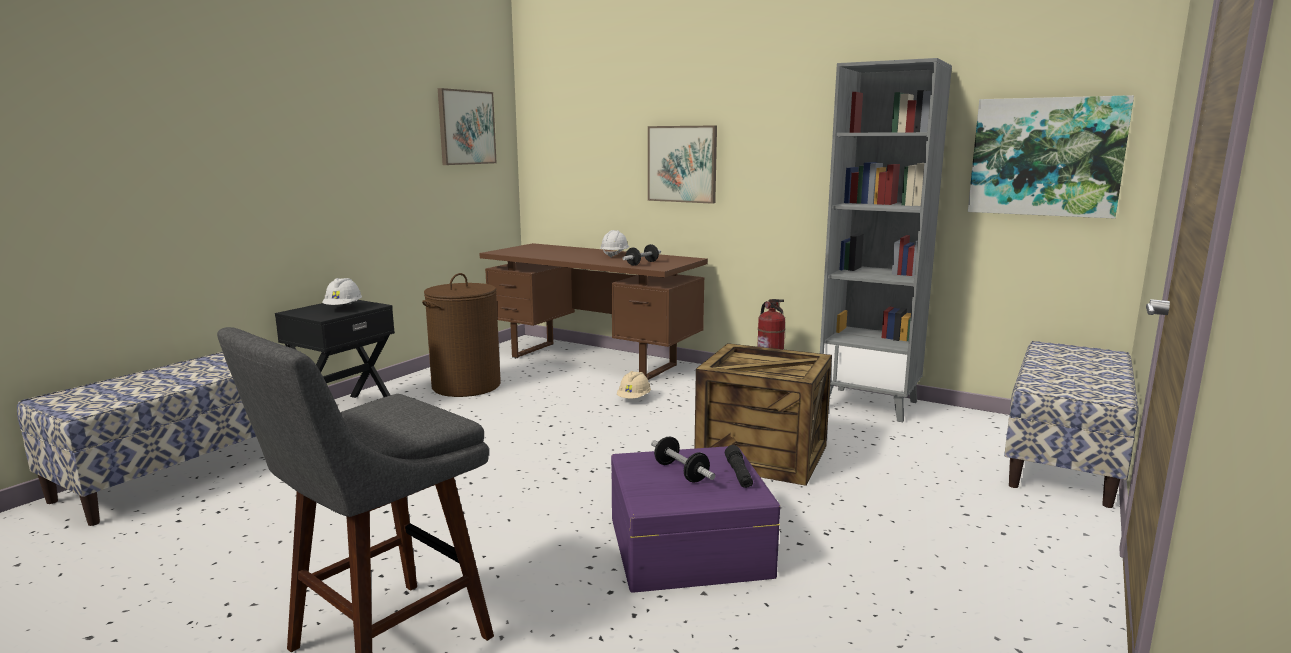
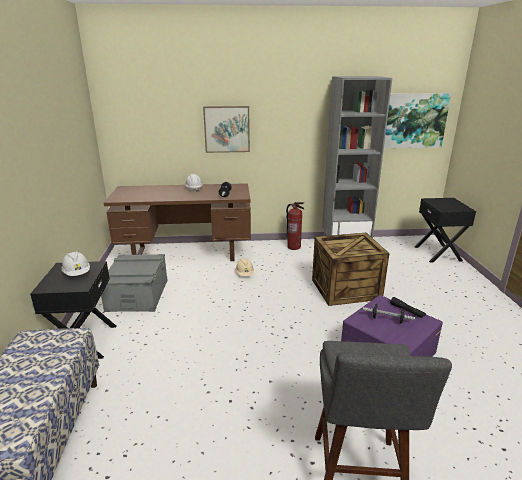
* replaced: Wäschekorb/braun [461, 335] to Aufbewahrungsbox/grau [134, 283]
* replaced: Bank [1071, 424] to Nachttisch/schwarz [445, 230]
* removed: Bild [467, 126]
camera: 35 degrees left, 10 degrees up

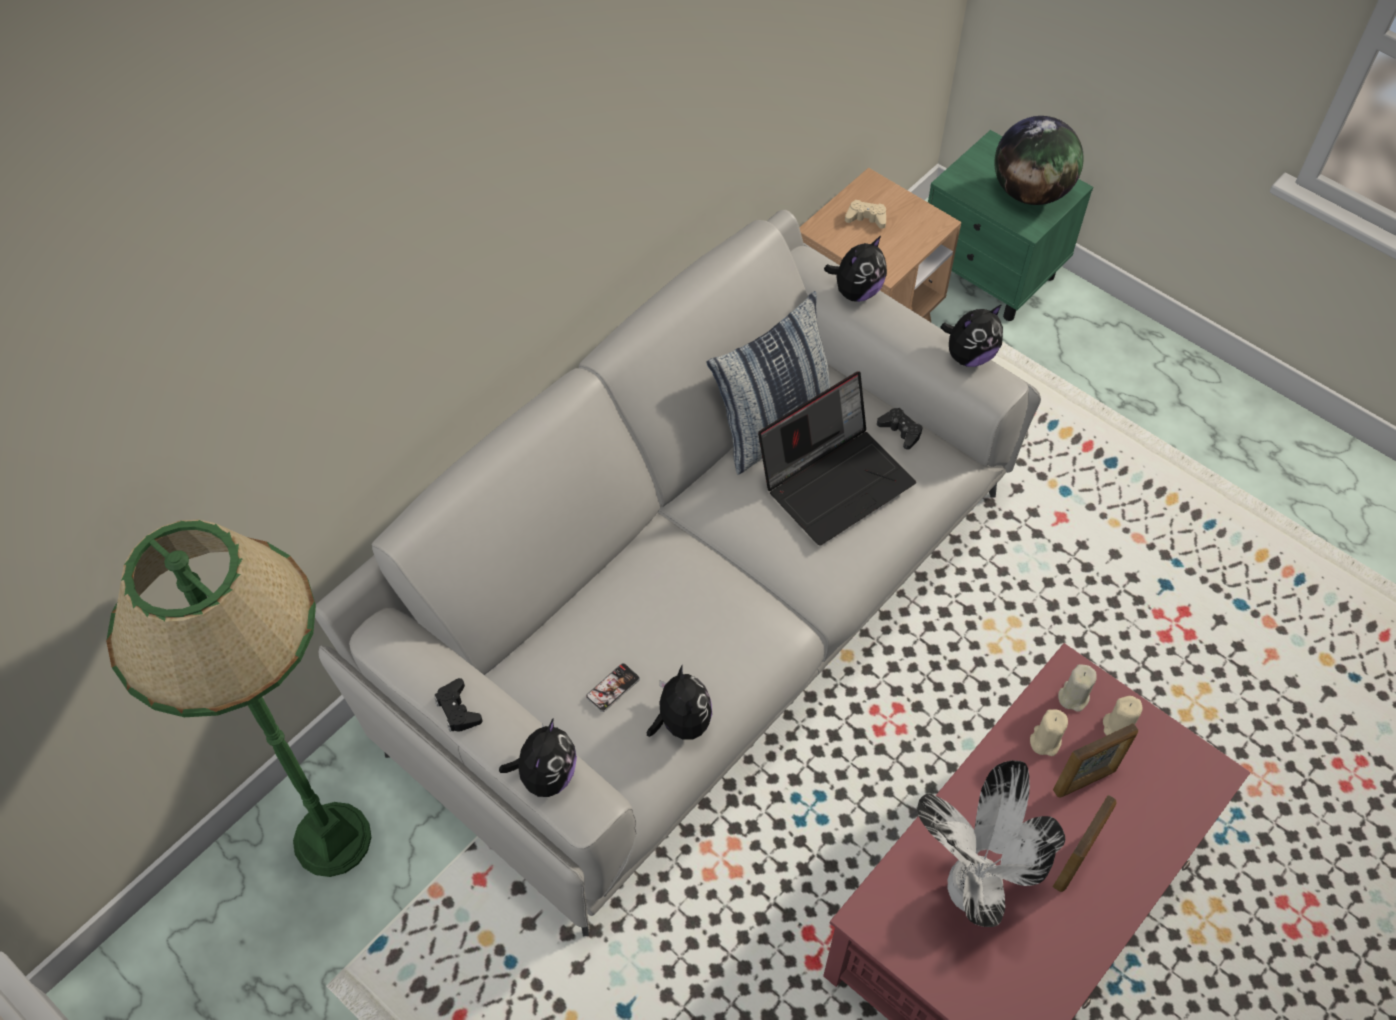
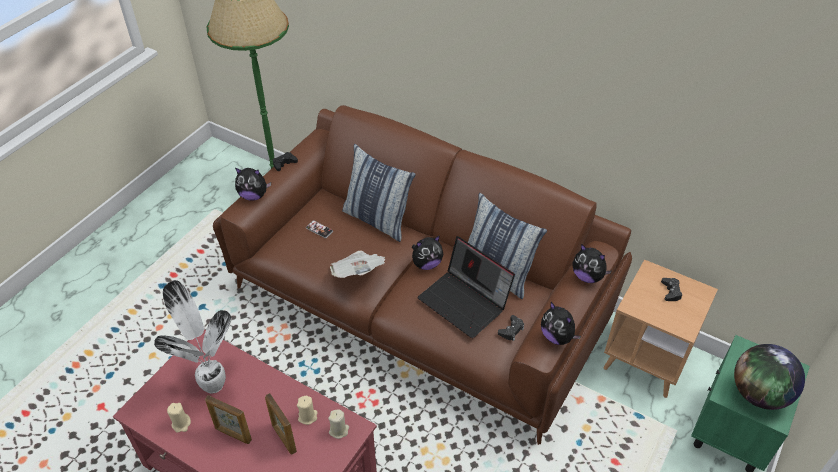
* moved: Kerze/beige [1122, 715] to [179, 418]
* recoloured: Sofa/grau [678, 573] to Sofa/braun [422, 275]
* added: Zeitung [357, 264]
* added: Kissen [379, 193]
* moved: Plüschtier [679, 703] to [427, 252]
* recoloured: Gamepad/beige [865, 214] to Gamepad/schwarz [671, 289]
camera: 80 degrees right, 10 degrees down

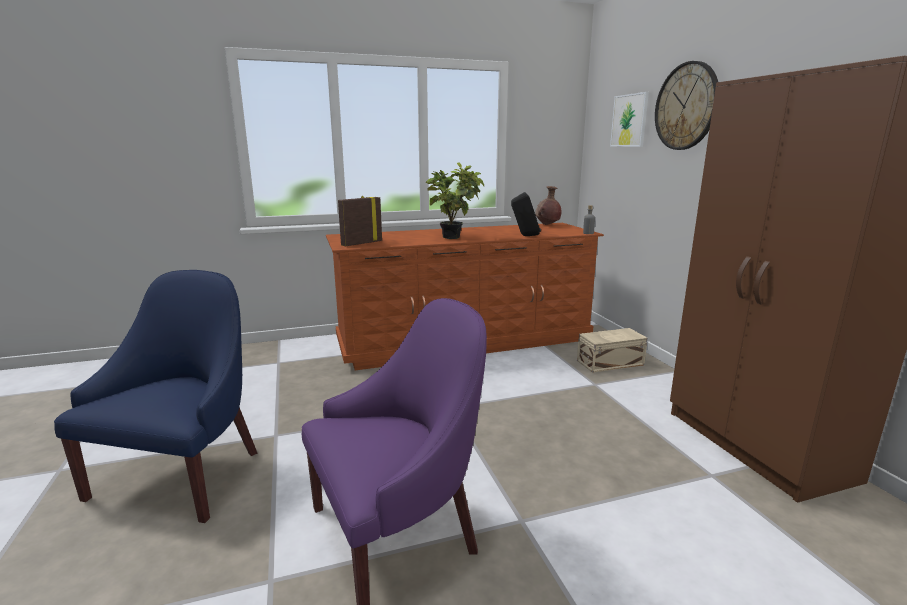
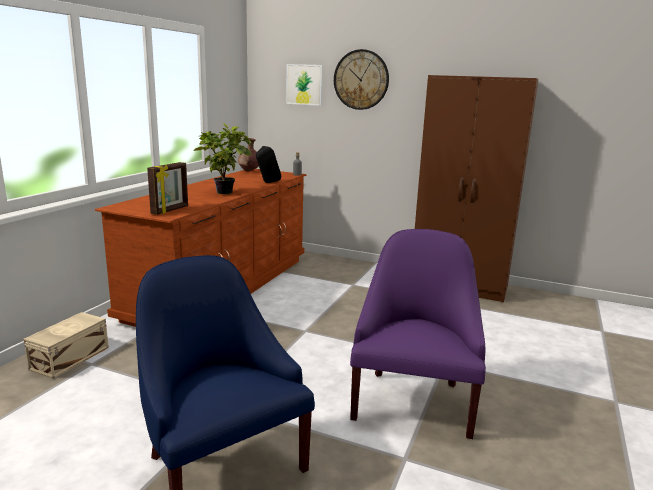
* moved: Aufbewahrungsbox/beige [612, 350] to [66, 345]
* turned: Bilderrahmen [360, 221] = [167, 188] 150 degrees counterclockwise
camera: 50 degrees left, 0 degrees up

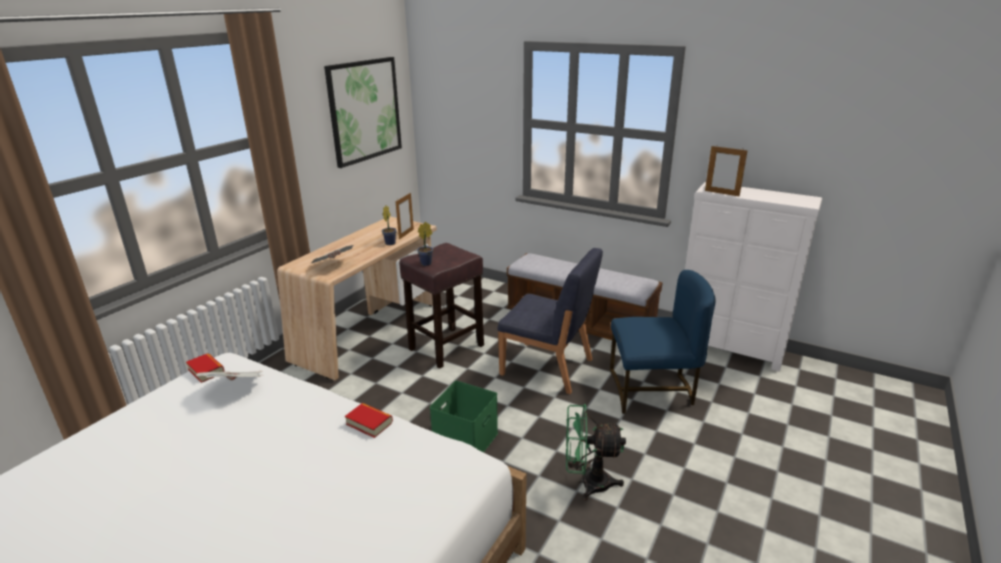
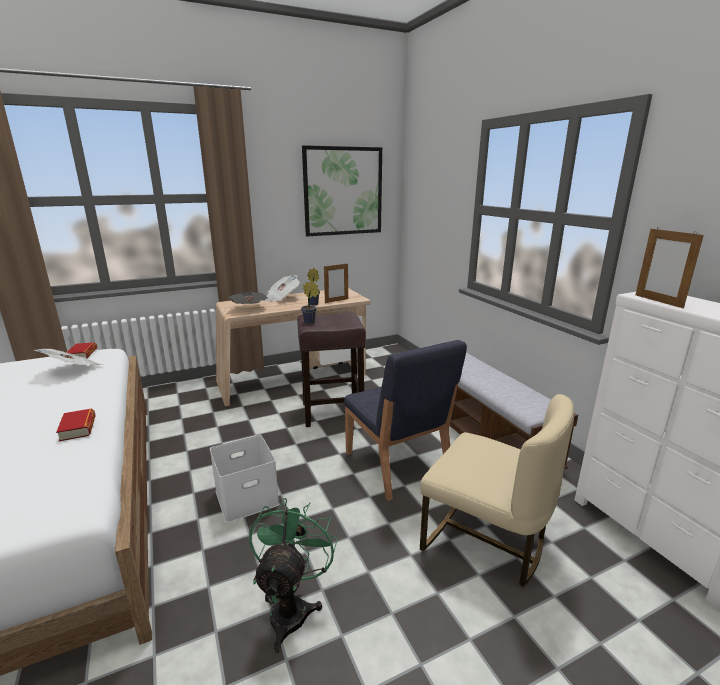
* recoloured: Aufbewahrungsbox/grün [464, 417] to Aufbewahrungsbox/weiß [244, 479]
* turned: Ventilator/grün [596, 452] = [293, 575] 60 degrees clockwise
* added: Zeitung [282, 288]
* recoloured: Stuhl/blau [663, 342] to Stuhl/beige [497, 490]
camera: 35 degrees right, 5 degrees down

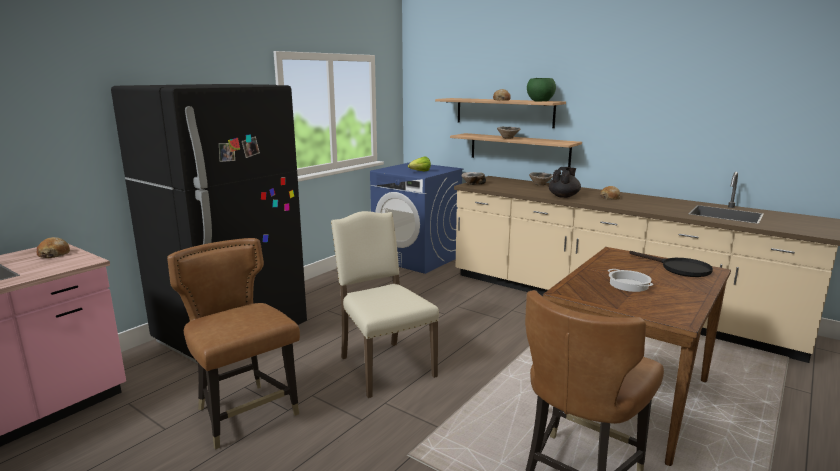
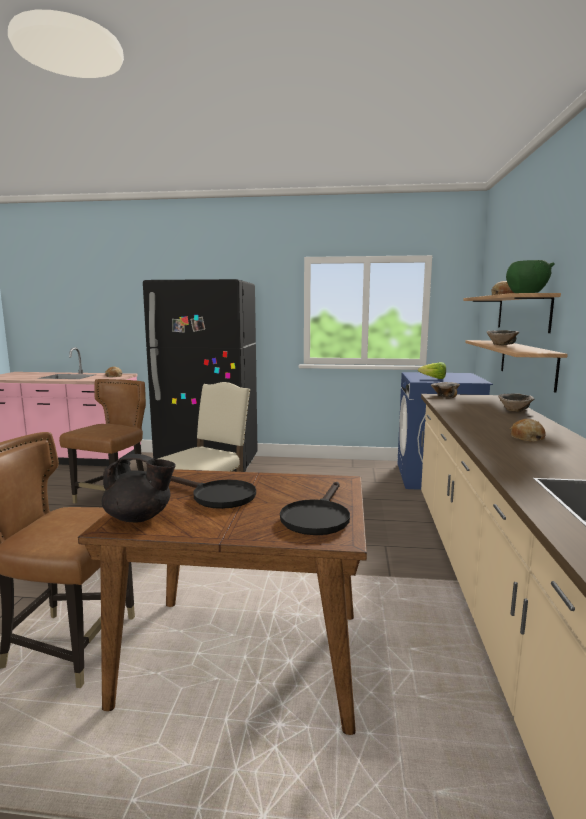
* moved: Teekanne/schwarz [565, 182] to [139, 488]
* replaced: Kochtopf [630, 280] to Pfanne/schwarz [213, 492]
camera: 60 degrees right, 5 degrees down

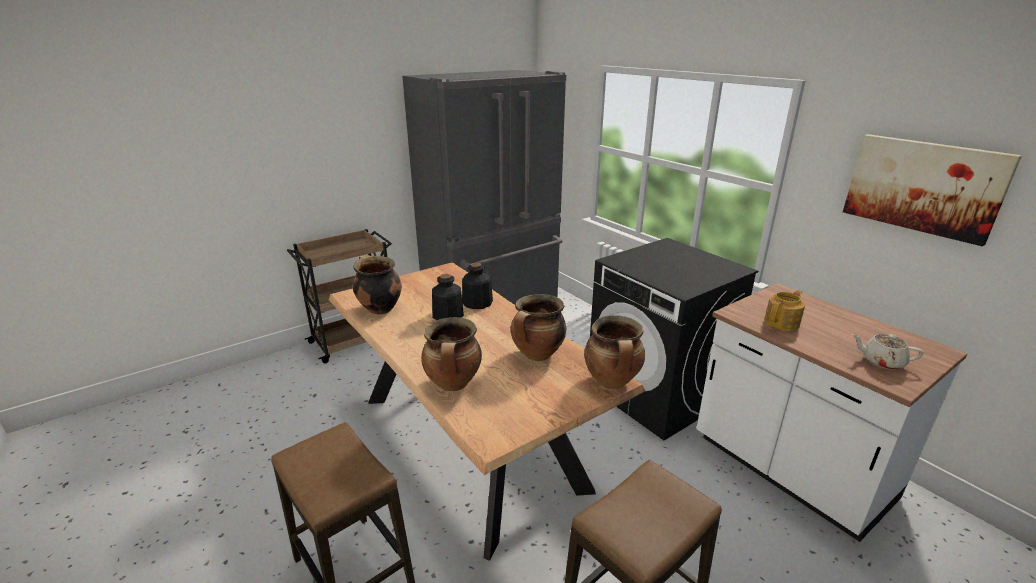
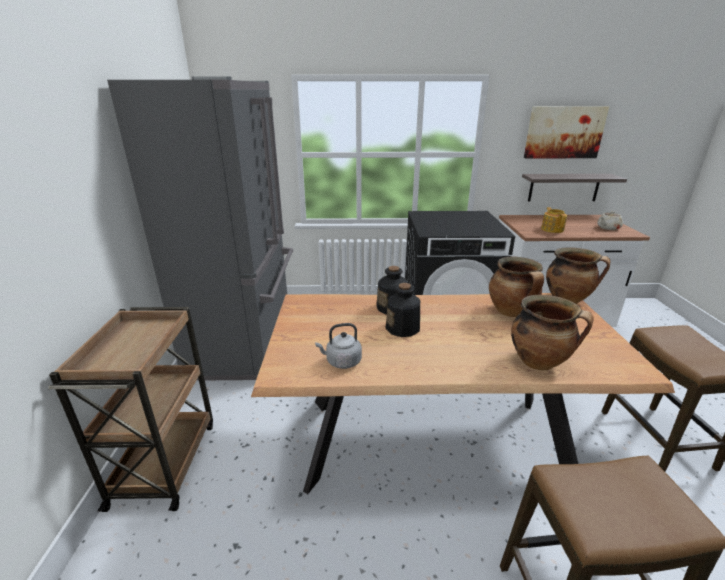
* replaced: Kochtopf [377, 285] to Wasserkessel/grau [338, 346]
* added: Wandregal [574, 187]
camera: 55 degrees left, 0 degrees up

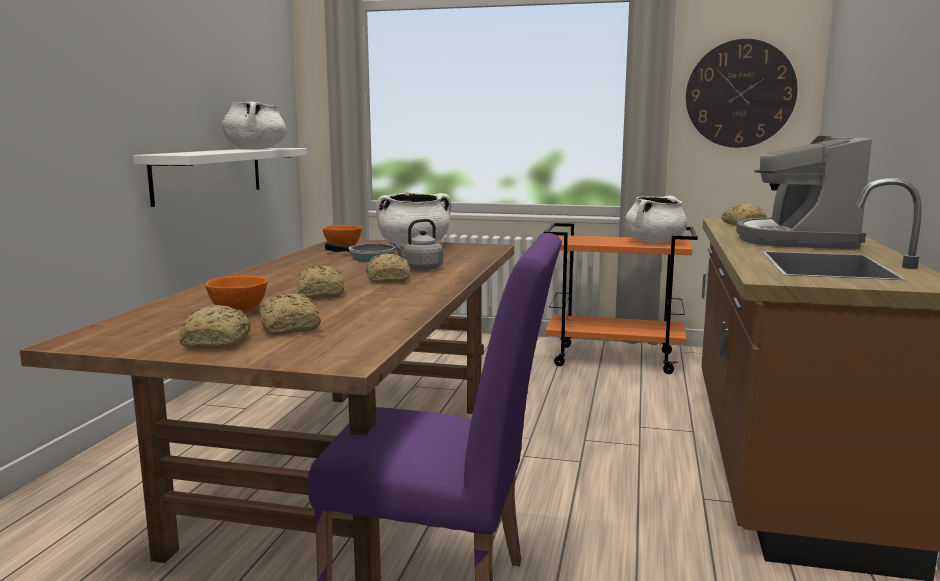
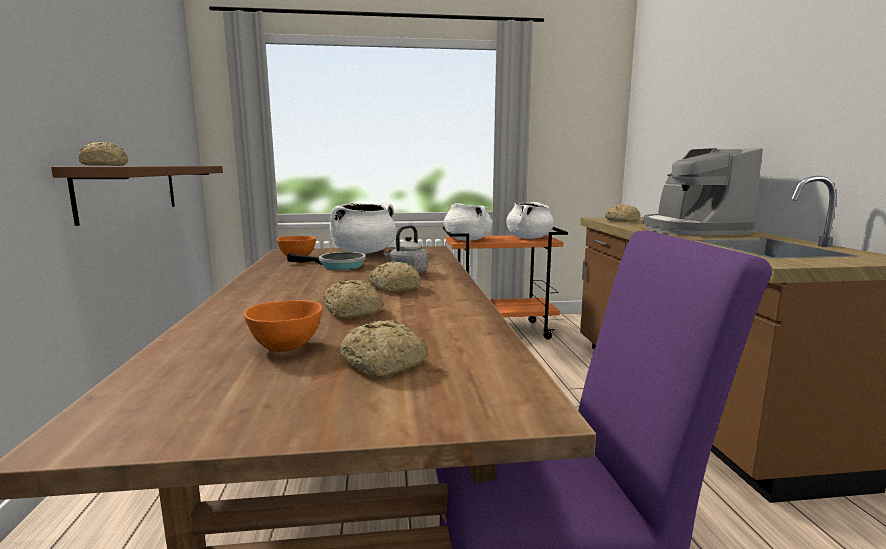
* recoloured: Wandregal/weiß [220, 177] to Wandregal/braun [137, 196]
* moved: Brot [215, 327] to [103, 153]
* moved: Kochtopf/weiß [254, 125] to [468, 222]
* removed: Wanduhr [742, 93]
camera: 20 degrees left, 0 degrees up

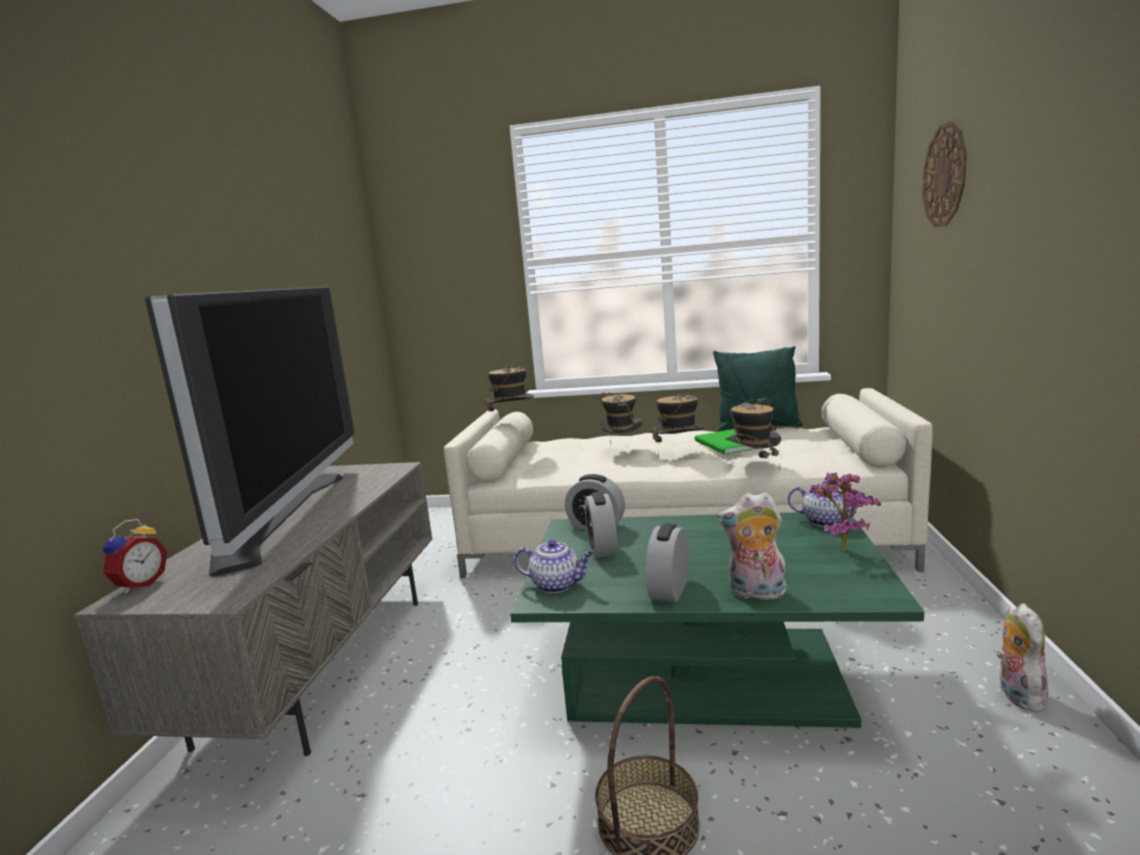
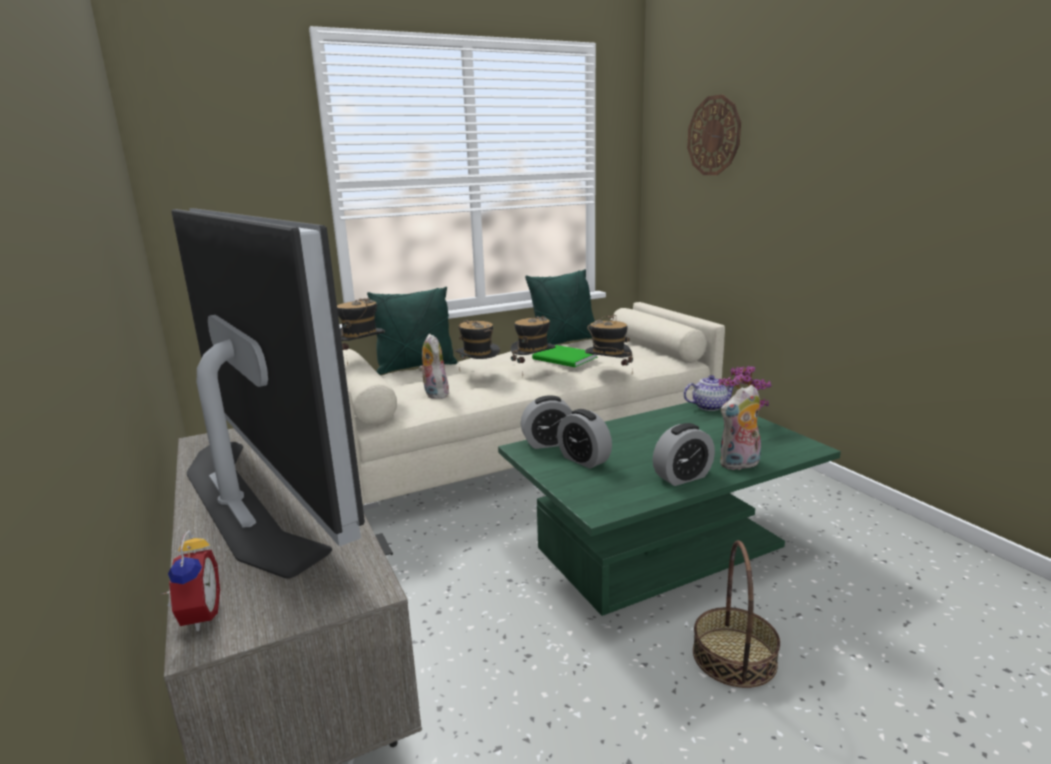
* added: Kissen/grün [412, 331]
* moved: Plüschtier [1022, 657] to [434, 366]
* turned: Wecker [667, 562] = [684, 454] 105 degrees counterclockwise
* removed: Teekanne [553, 566]
camera: 35 degrees left, 5 degrees up

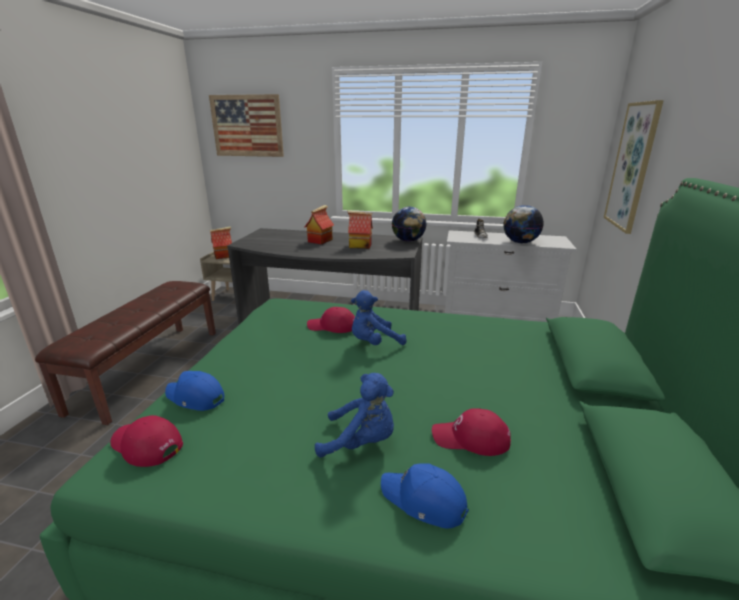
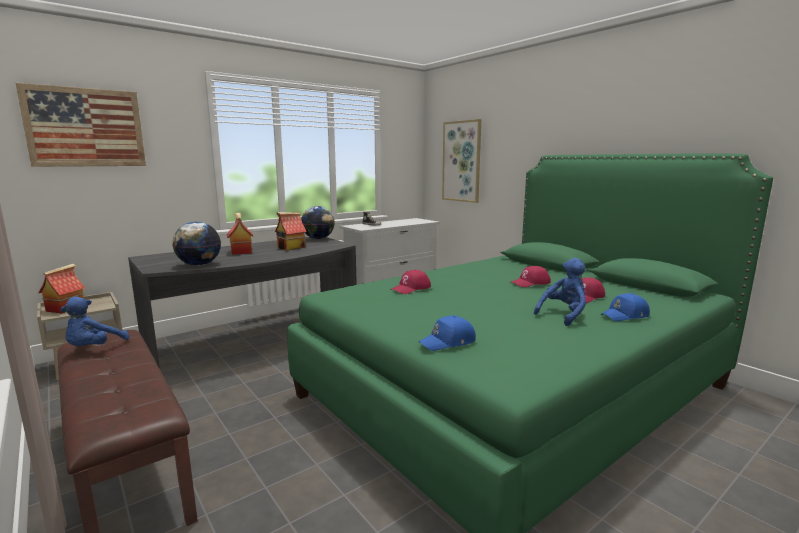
* moved: Plüschtier/blau [378, 317] to [95, 321]
* moved: Globus [523, 224] to [196, 244]
* moved: Kappe/rot [146, 441] to [530, 276]
camera: 50 degrees left, 10 degrees down

